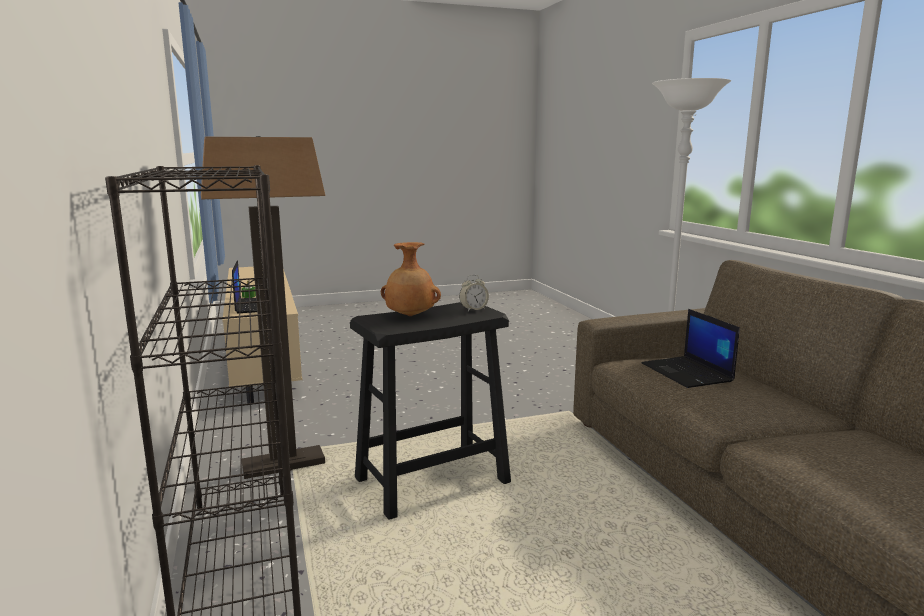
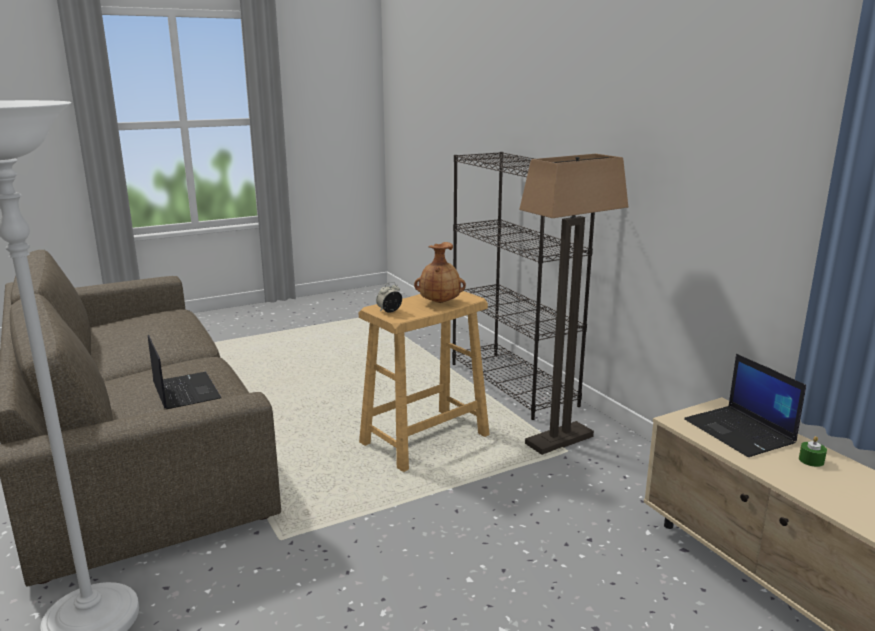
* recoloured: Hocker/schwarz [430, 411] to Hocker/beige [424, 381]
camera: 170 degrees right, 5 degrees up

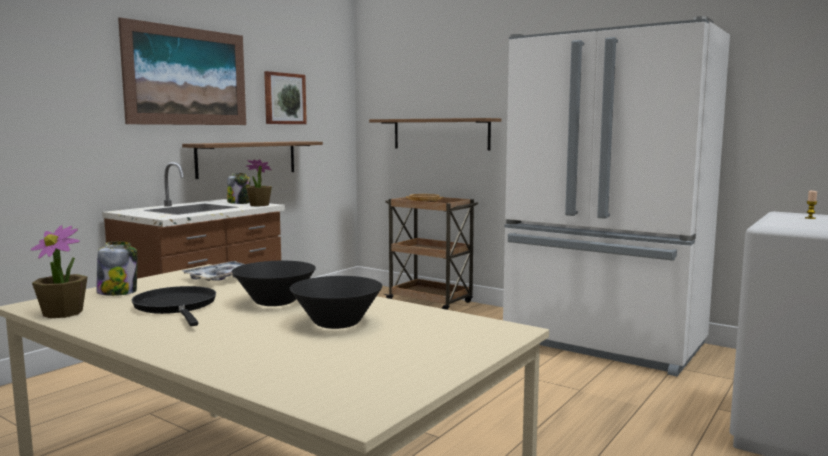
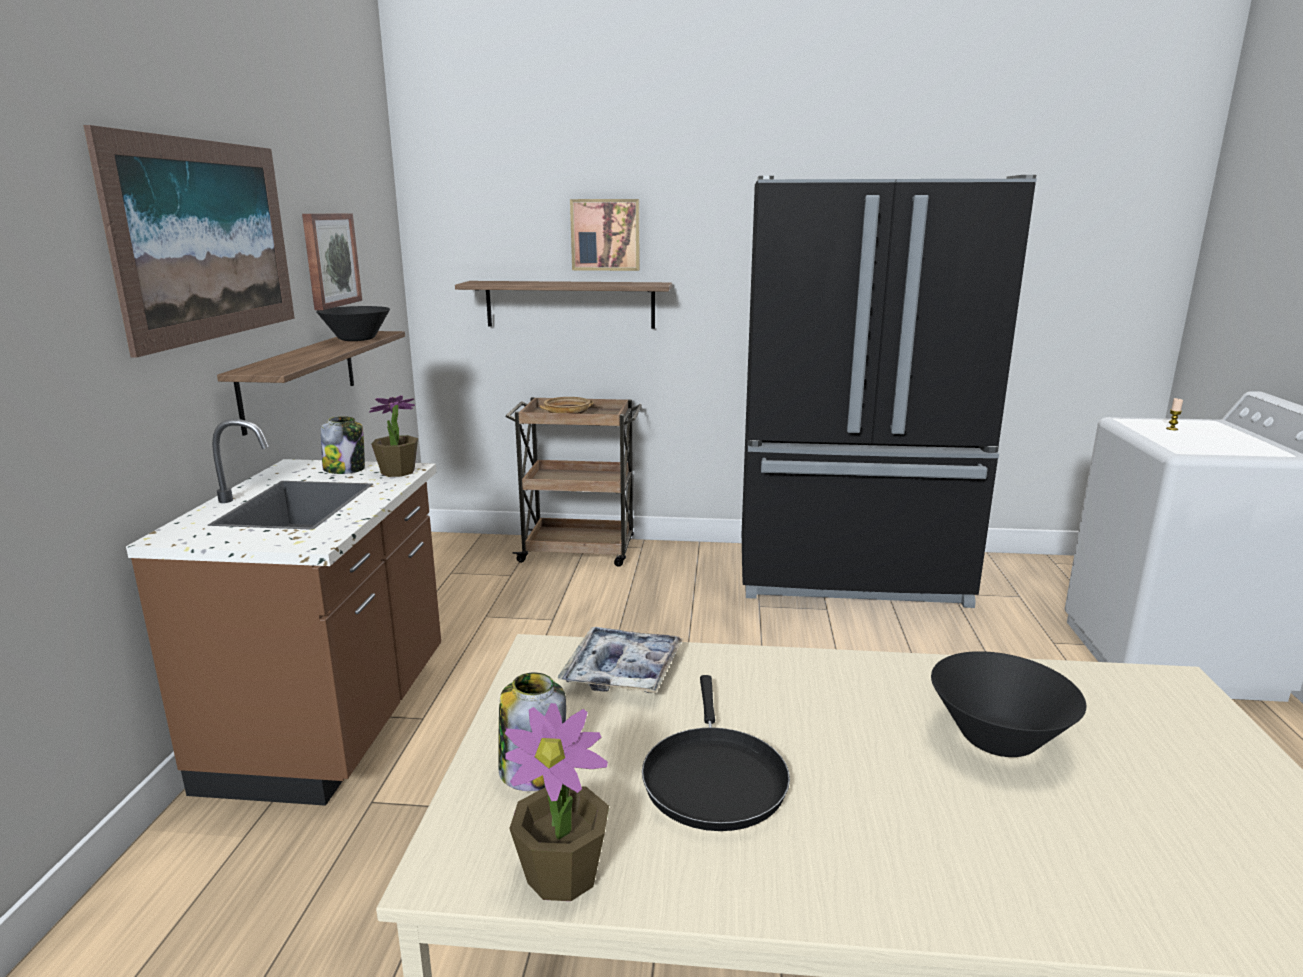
* moved: Schüssel/schwarz [274, 283] to [353, 323]
* added: Bild [605, 235]
* turned: Pfanne/schwarz [174, 306] = [716, 753] 120 degrees counterclockwise
* recoloured: Kühlschrank/weiß [616, 196] to Kühlschrank/schwarz [889, 391]
camera: 30 degrees left, 10 degrees up

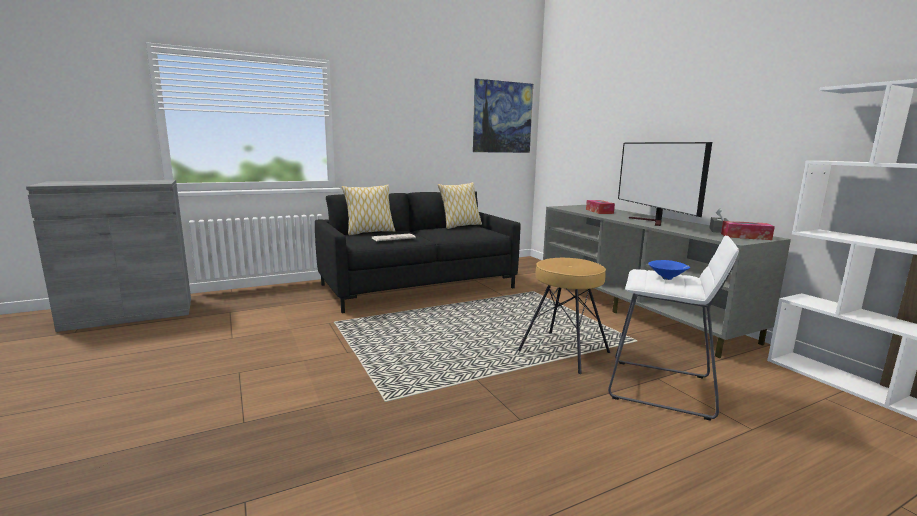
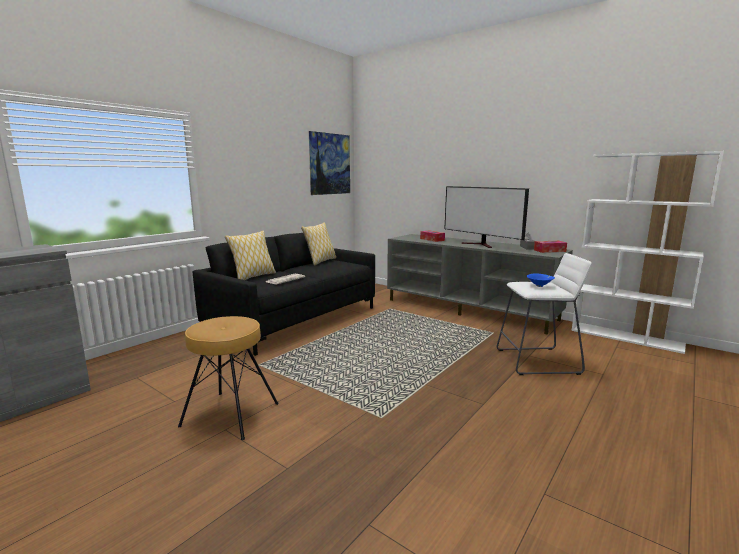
* moved: Hocker/braun [564, 316] to [228, 378]
camera: 25 degrees left, 0 degrees up

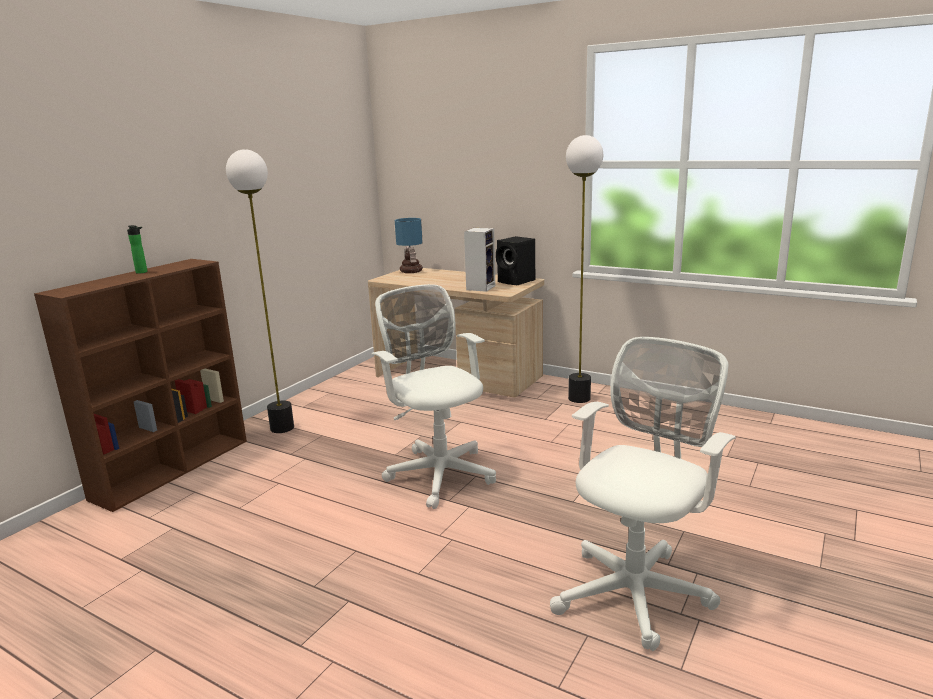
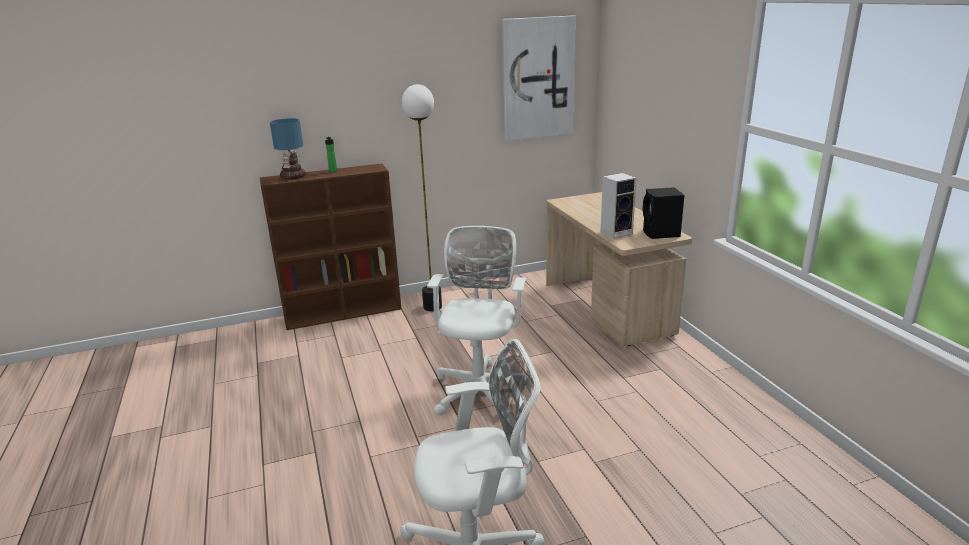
* moved: Tischlampe [409, 245] to [287, 149]
* added: Bild [539, 78]
* removed: Stehlampe [584, 269]
camera: 40 degrees right, 5 degrees up

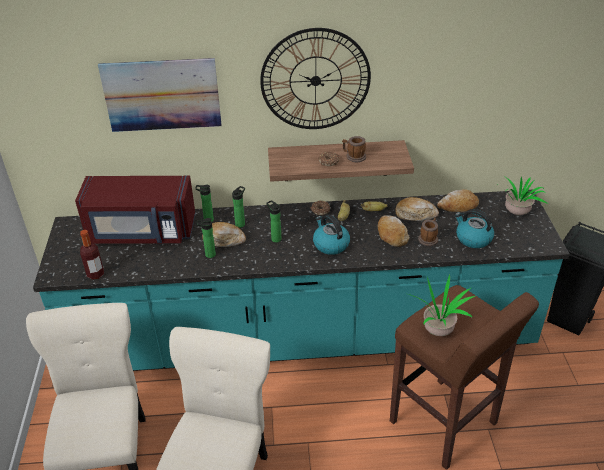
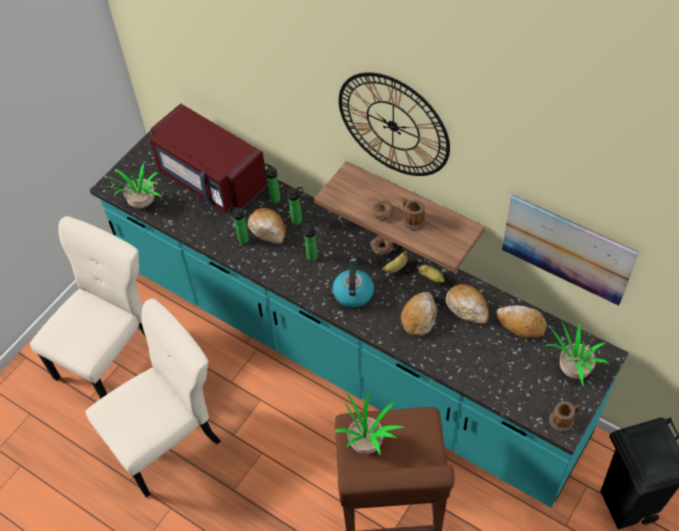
* replaced: Flasche [92, 255] to Topfpflanze [133, 186]
* moved: Bild [160, 95] to [570, 250]
* moved: Henkelbecher [428, 232] to [565, 416]
* removed: Wasserkessel [474, 228]
camera: 40 degrees right, 15 degrees up

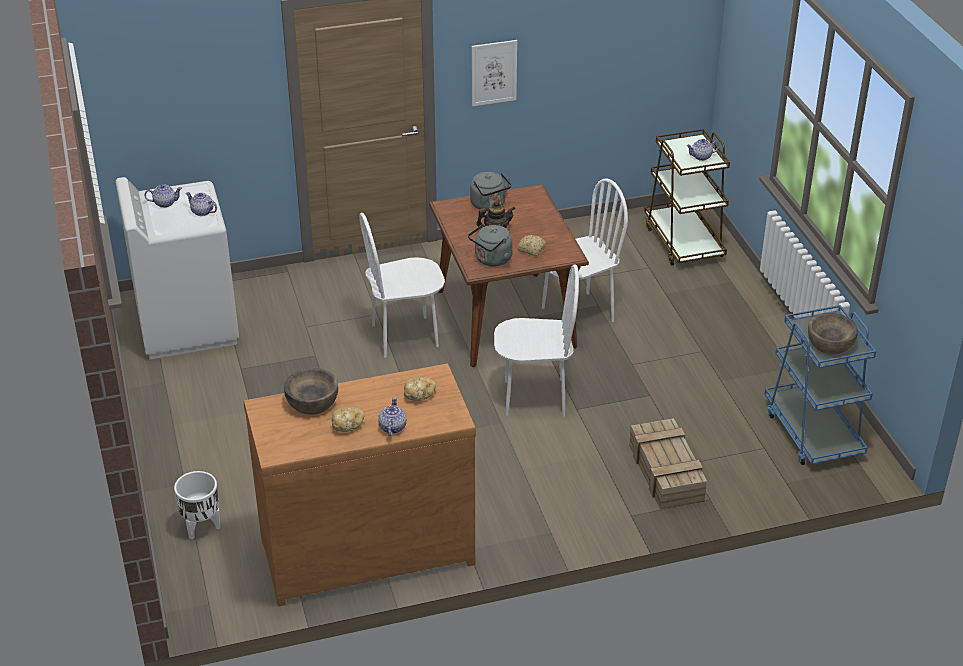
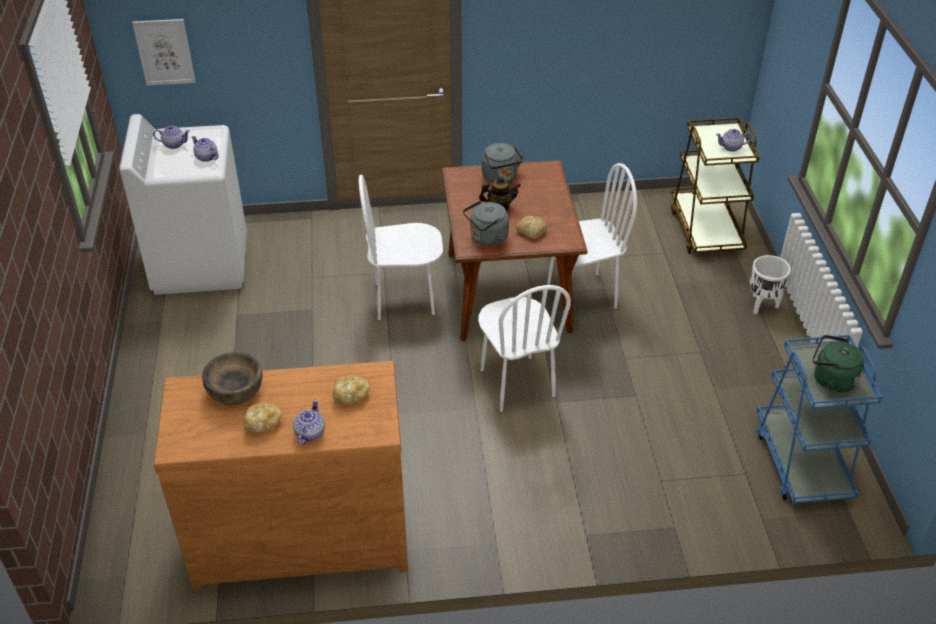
* moved: Bild [494, 73] to [164, 52]
* turned: Stuhl/weiß [536, 340] = [524, 348] 60 degrees clockwise
* moved: Pflanzkübel/weiß [197, 505] to [770, 284]
* replaced: Schüssel/braun [833, 334] to Wasserkessel/grün [838, 364]
* removed: Kiste [668, 463]
camera: 10 degrees right, 5 degrees up

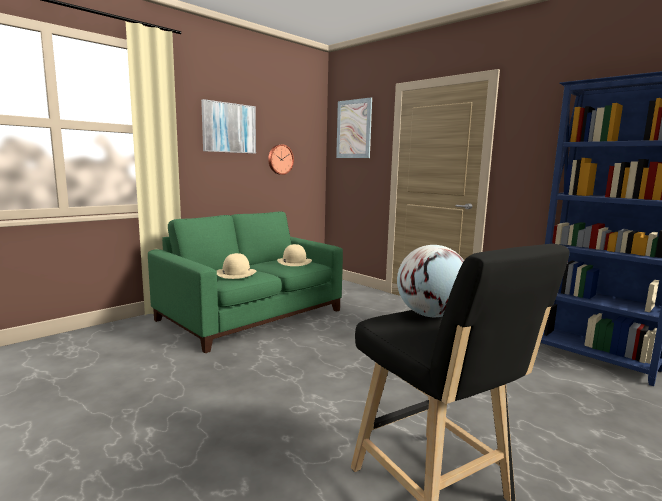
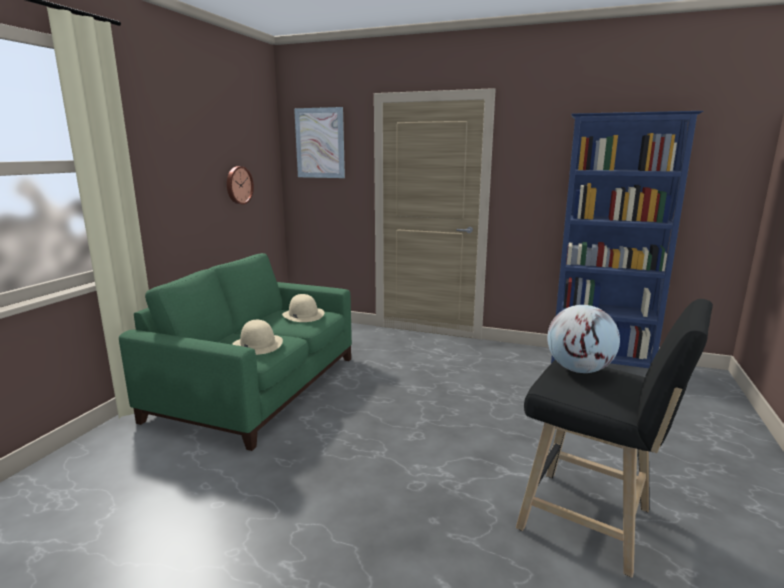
* removed: Bild [228, 126]
camera: 25 degrees left, 5 degrees up

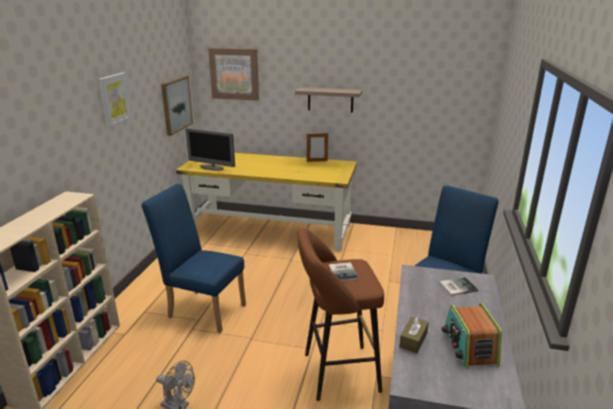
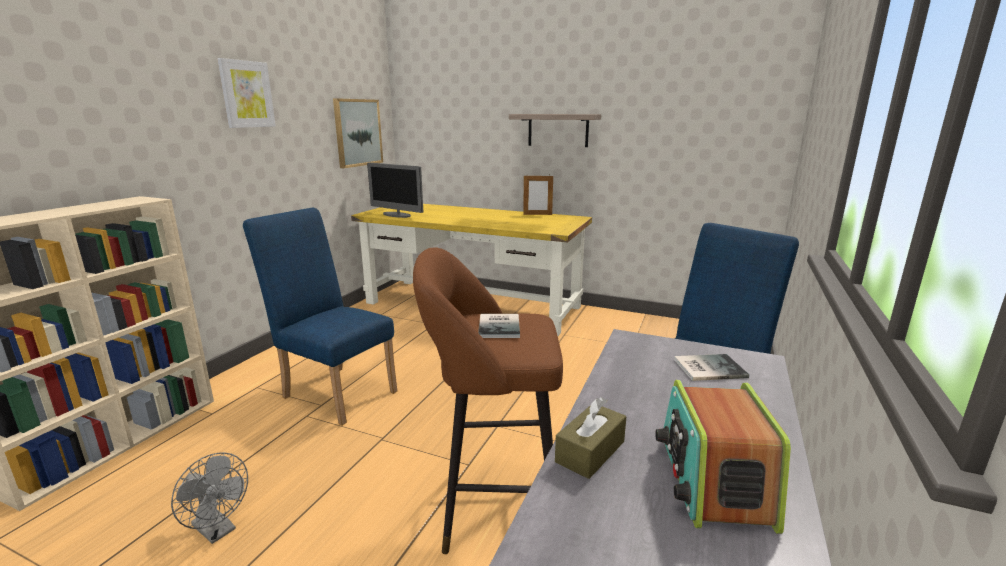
* removed: Bild [233, 74]
camera: 10 degrees right, 5 degrees down

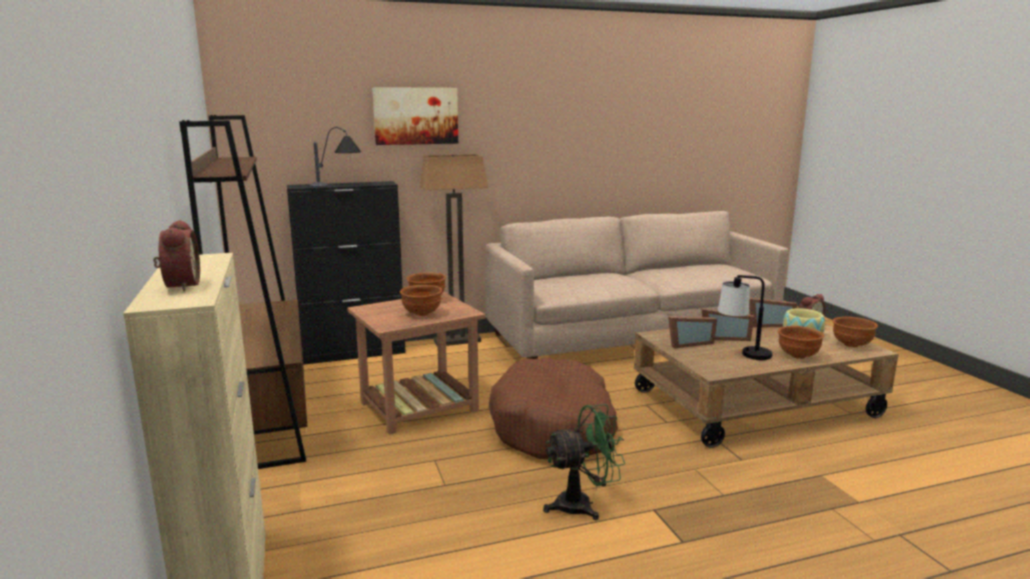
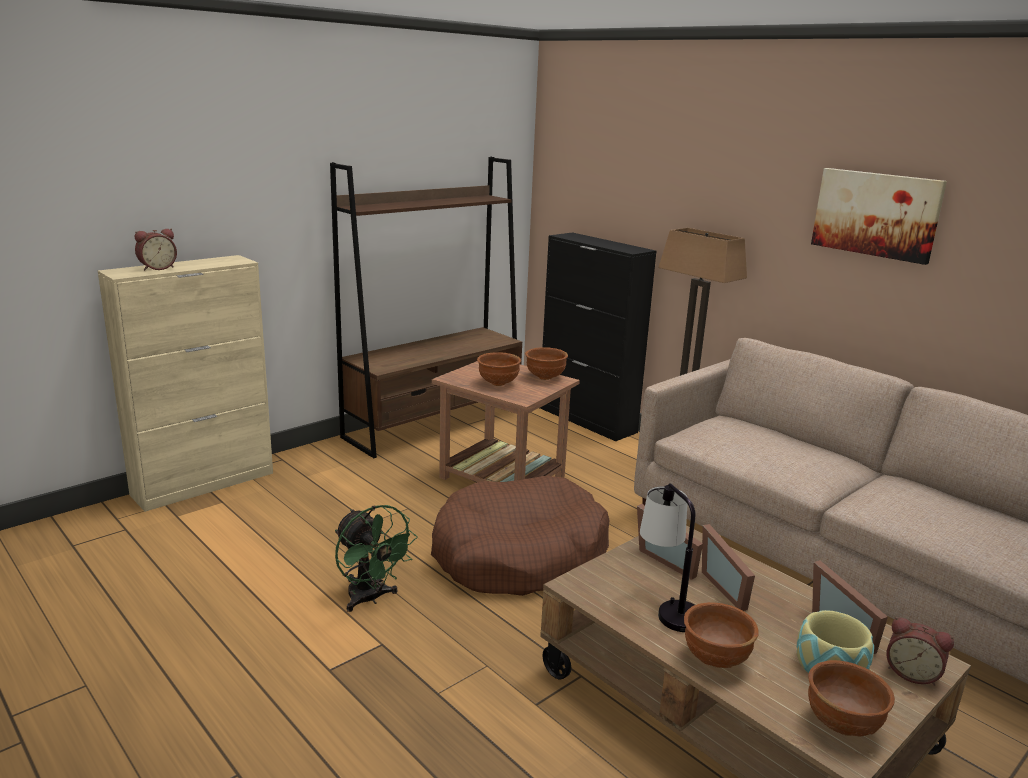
* moved: Bild [415, 116] to [879, 216]
* removed: Tischlampe [335, 157]
camera: 65 degrees right, 5 degrees up

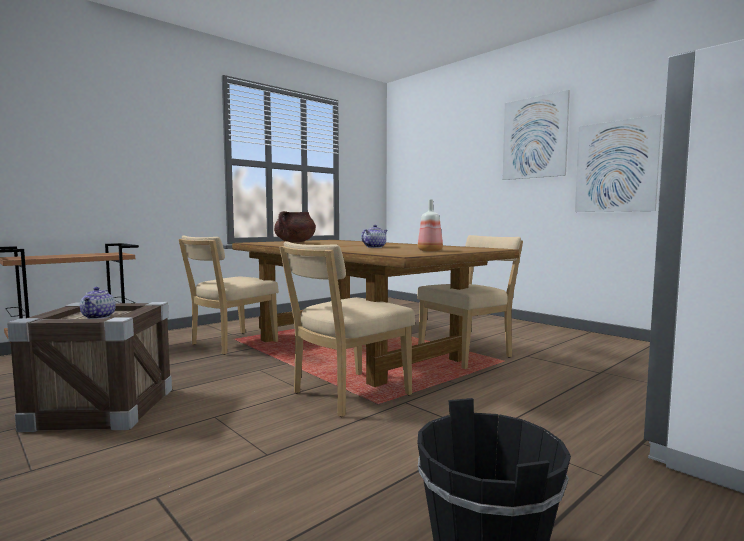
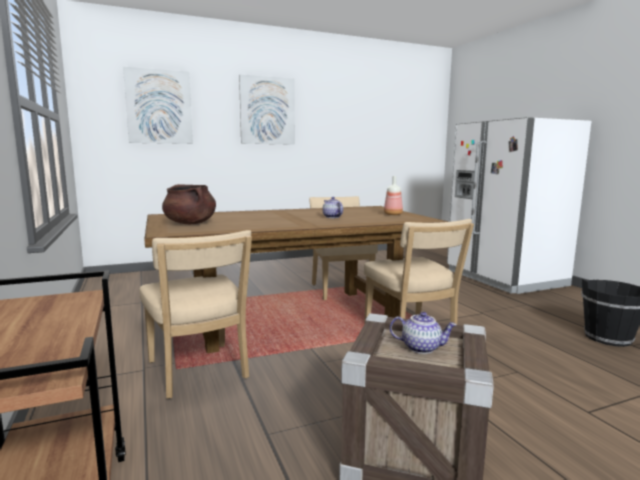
* moved: Bild [618, 163] to [158, 105]
camera: 70 degrees left, 5 degrees up

